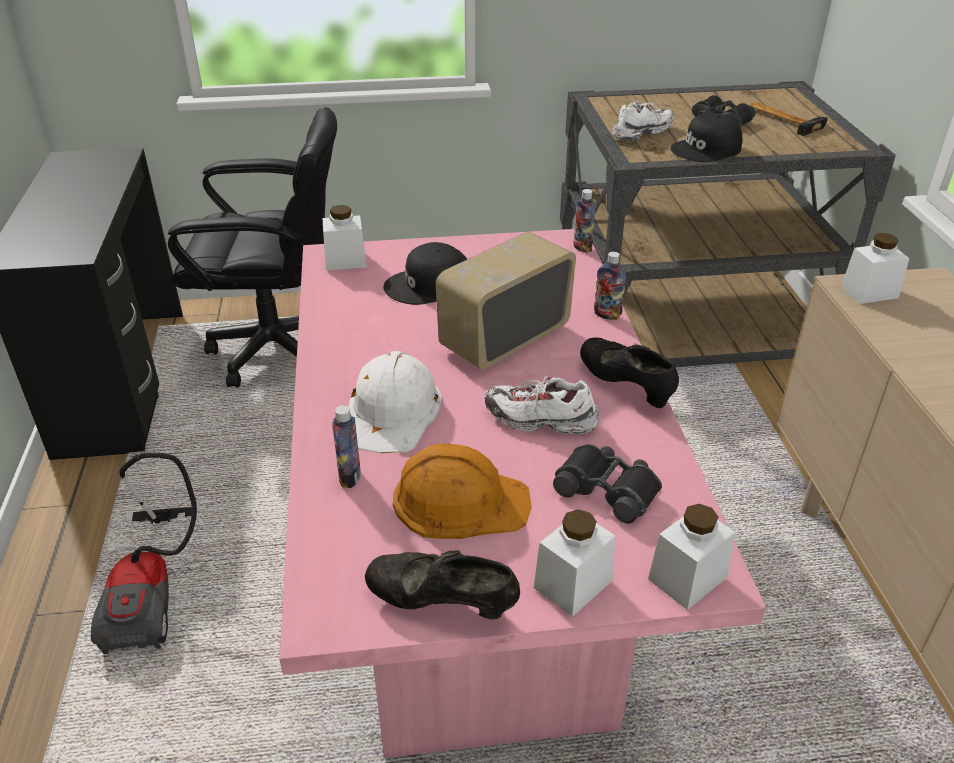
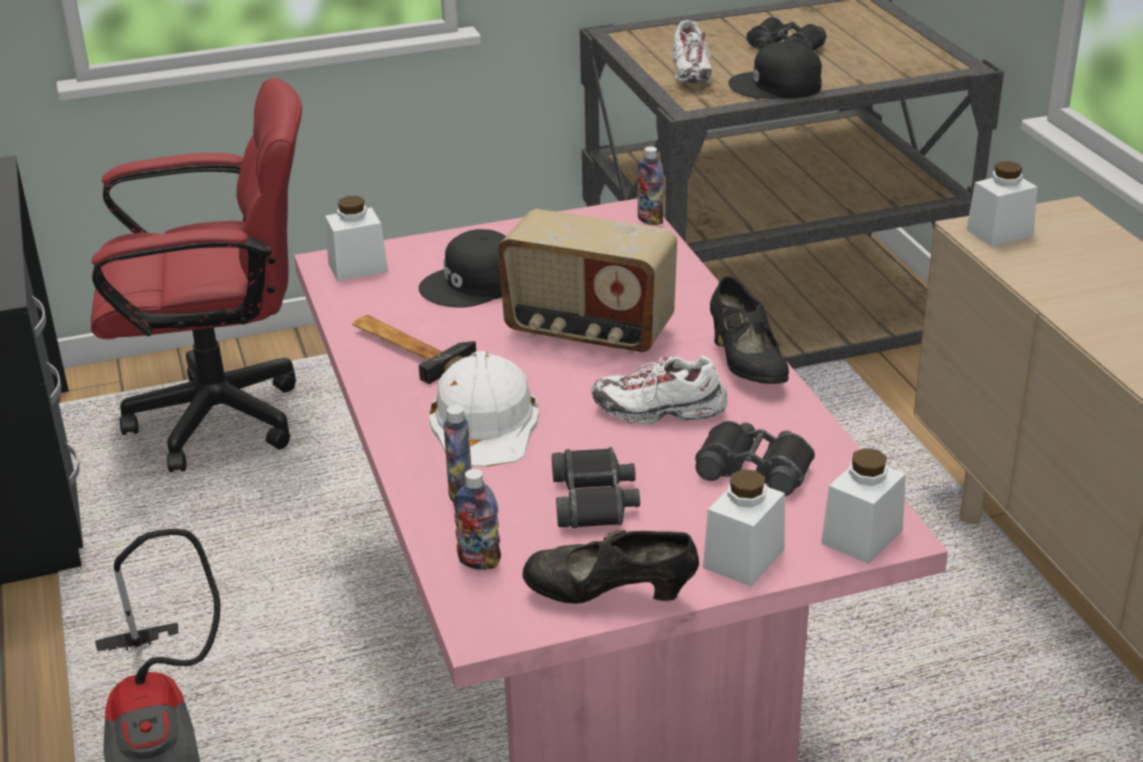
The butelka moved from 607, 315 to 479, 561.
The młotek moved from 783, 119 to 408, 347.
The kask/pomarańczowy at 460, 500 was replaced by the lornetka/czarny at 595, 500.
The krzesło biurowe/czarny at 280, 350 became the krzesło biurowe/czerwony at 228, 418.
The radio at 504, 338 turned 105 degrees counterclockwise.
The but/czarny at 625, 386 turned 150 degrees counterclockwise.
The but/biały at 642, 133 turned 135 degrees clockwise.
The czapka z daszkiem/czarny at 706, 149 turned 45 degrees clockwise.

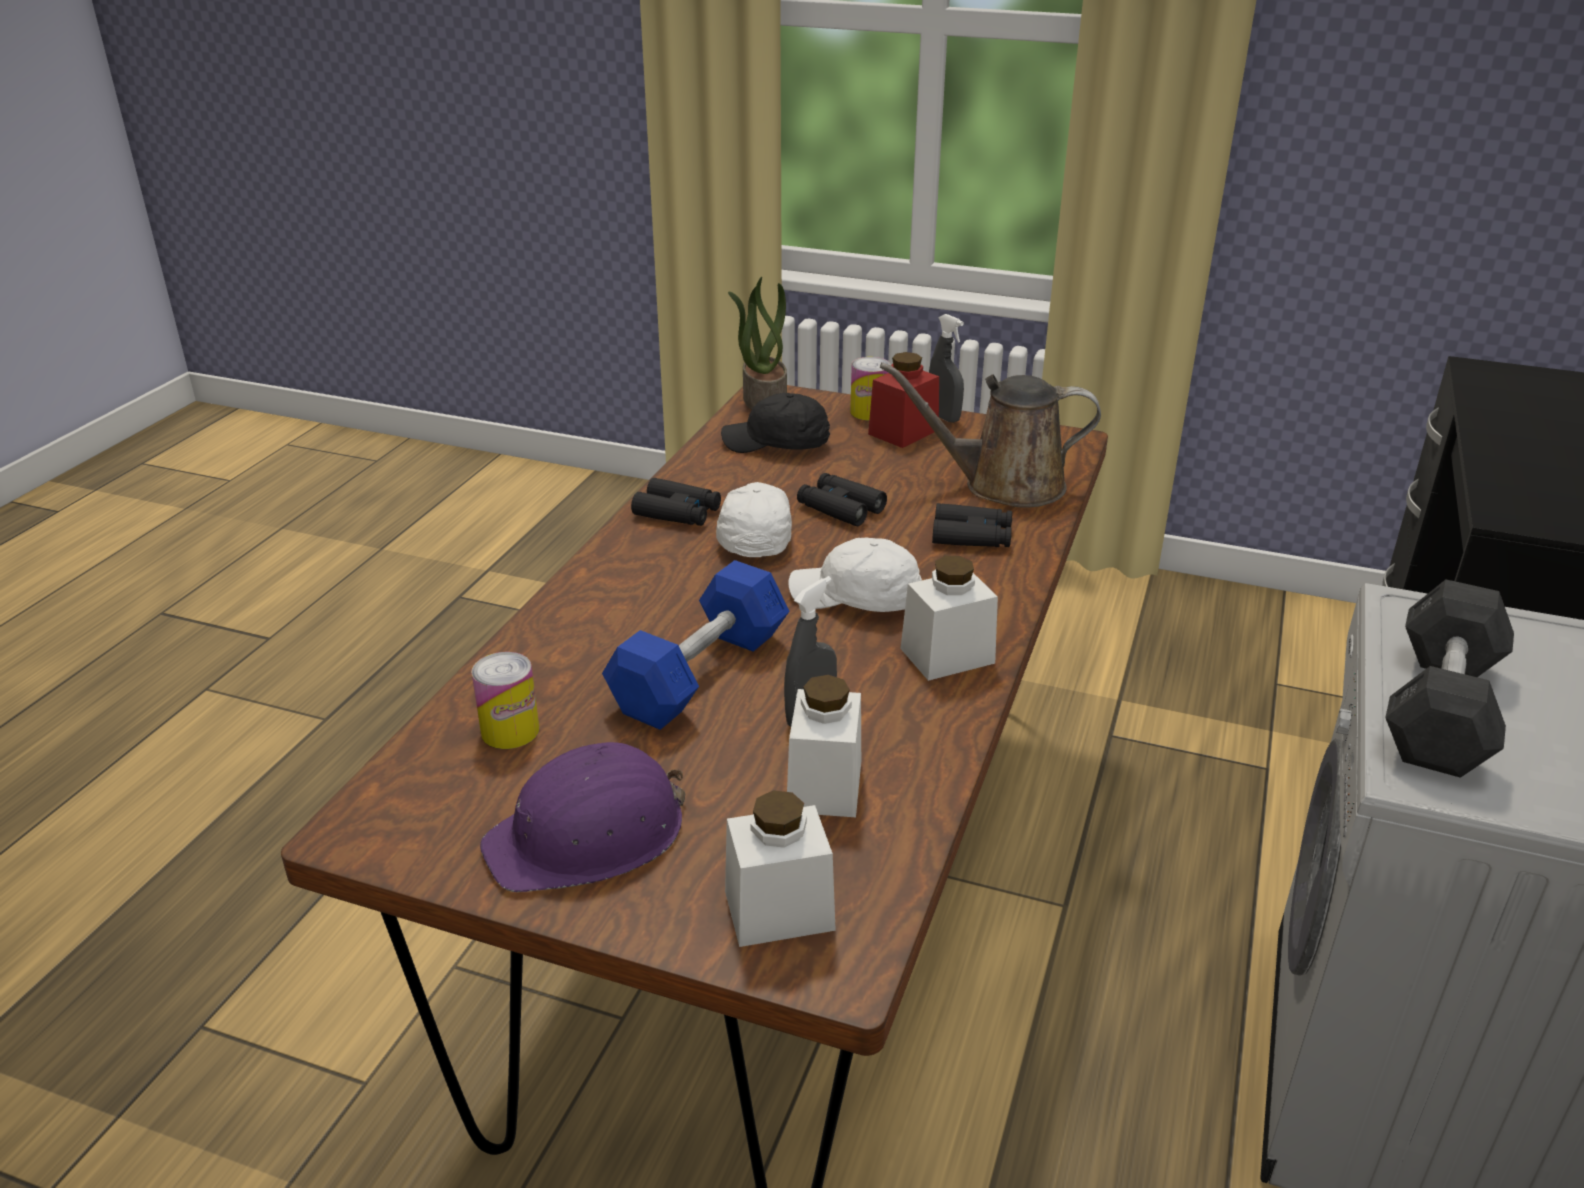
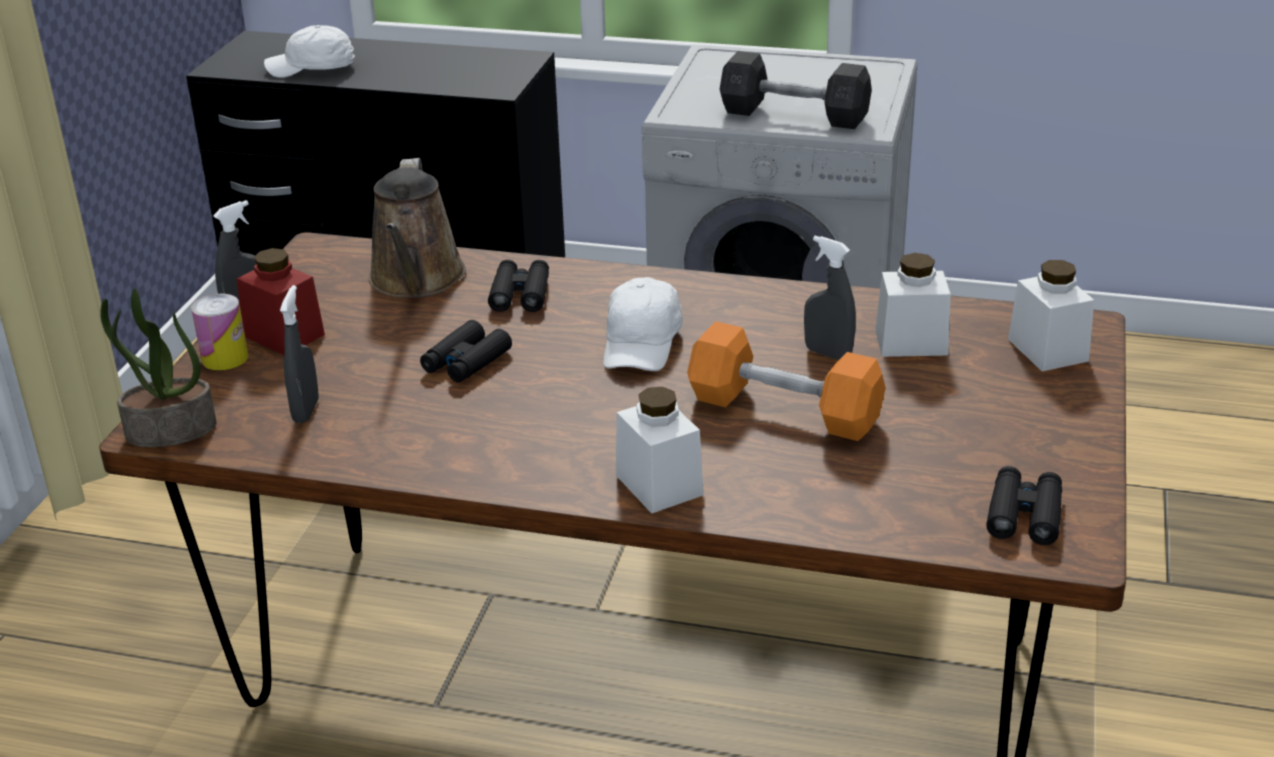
The puszka at 510, 731 disappeared.
The kask/fioletowy at 589, 836 disappeared.
The lornetka/czarny moved from 677, 512 to 1024, 515.
The czapka z daszkiem/biały moved from 756, 536 to 312, 69.
The słoik/biały moved from 947, 656 to 659, 485.
The czapka z daszkiem/czarny at 777, 444 was replaced by the spryskiwacz/szary at 306, 411.
The hantel/niebieski at 700, 673 became the hantel/pomarańczowy at 784, 410.

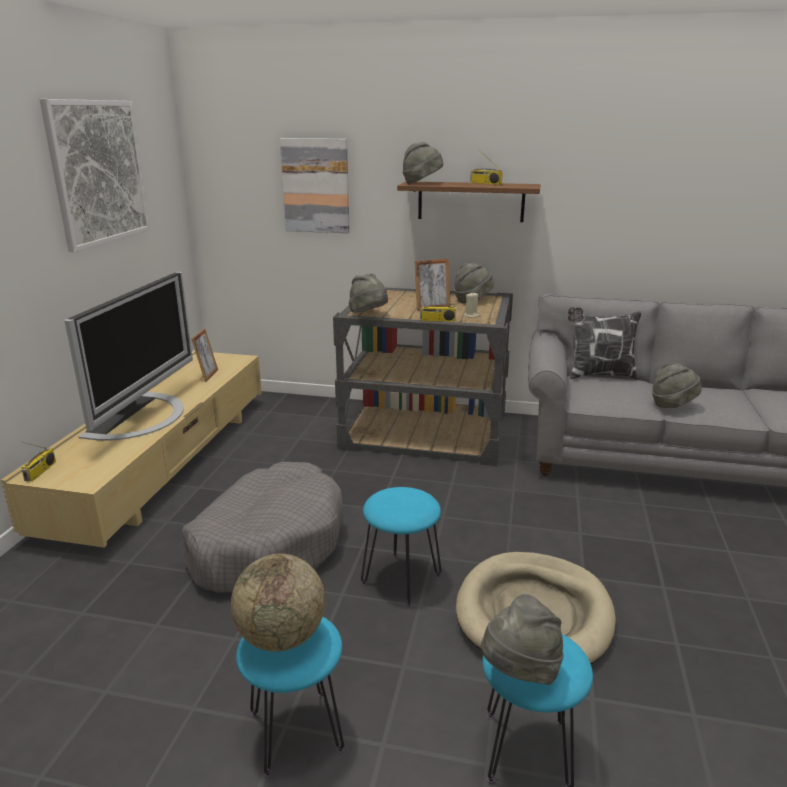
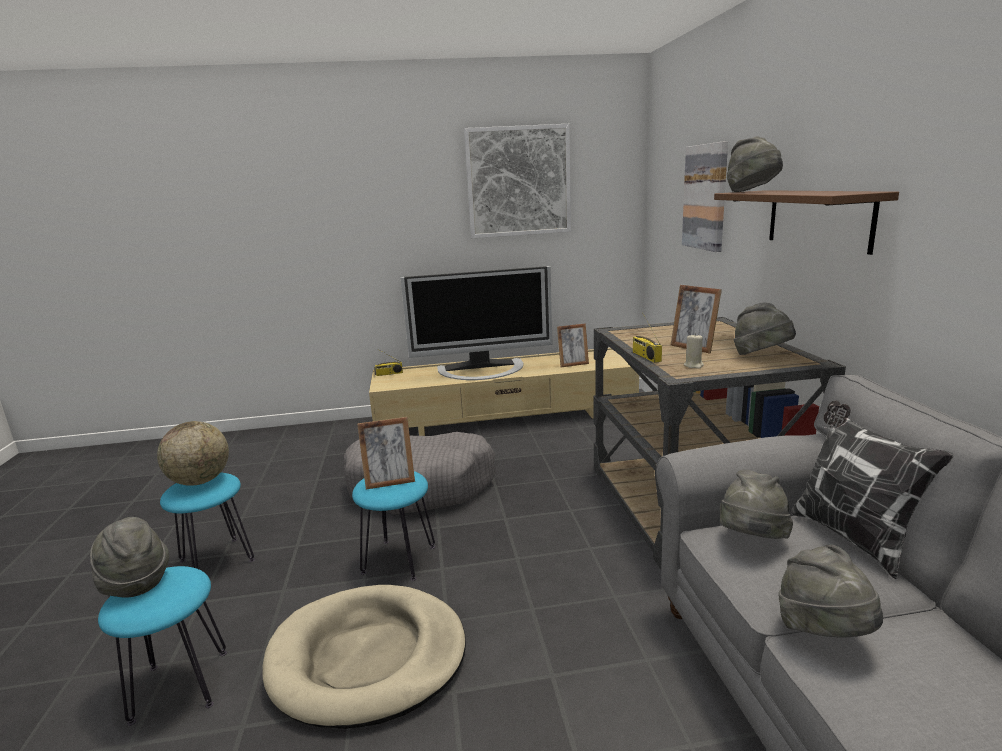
The radio at 485, 183 disappeared.
The ramka na zdjęcie at 390, 482 appeared.
The kapelusz/szary moved from 369, 315 to 751, 541.

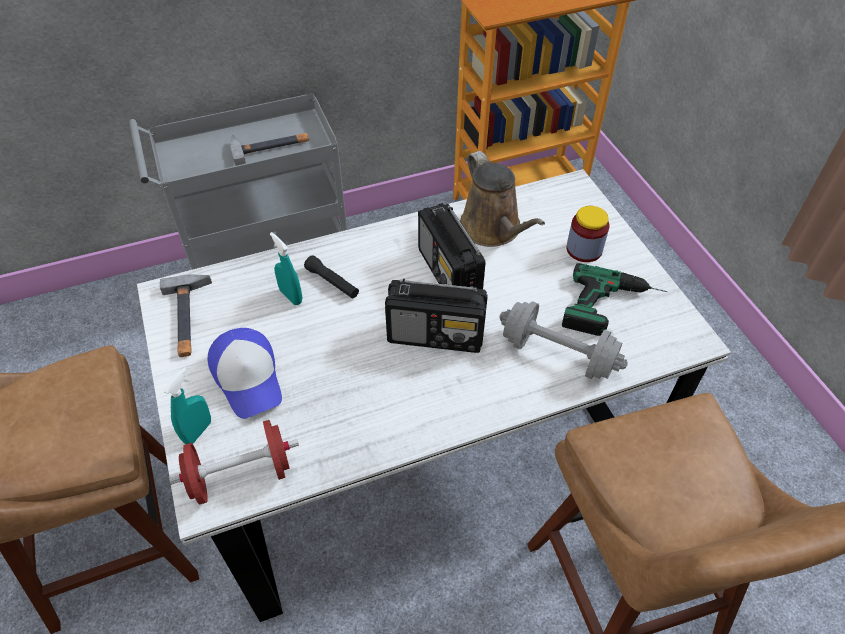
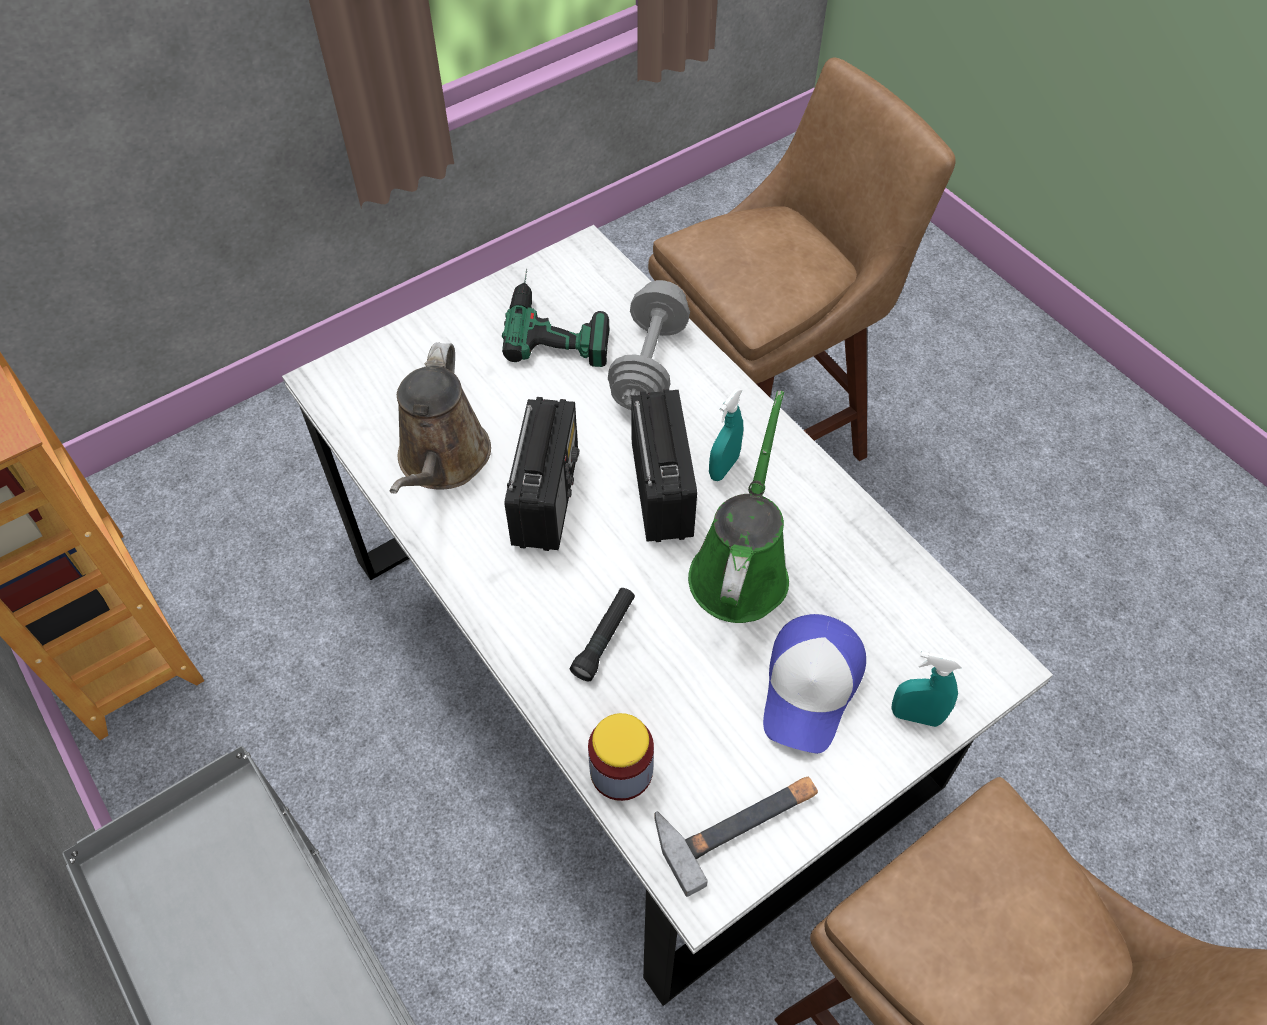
The hantel/czerwony at 241, 475 disappeared.
The młotek at 270, 146 disappeared.
The konewka/zielony at 741, 569 appeared.
The spryskiwacz/turkusowy moved from 291, 296 to 724, 467.
The słoik moved from 584, 249 to 621, 770.
The czapka z daszkiem at 248, 377 turned 150 degrees clockwise.
The radio at 449, 274 turned 45 degrees counterclockwise.
The konewka/brązowy at 493, 230 turned 135 degrees clockwise.

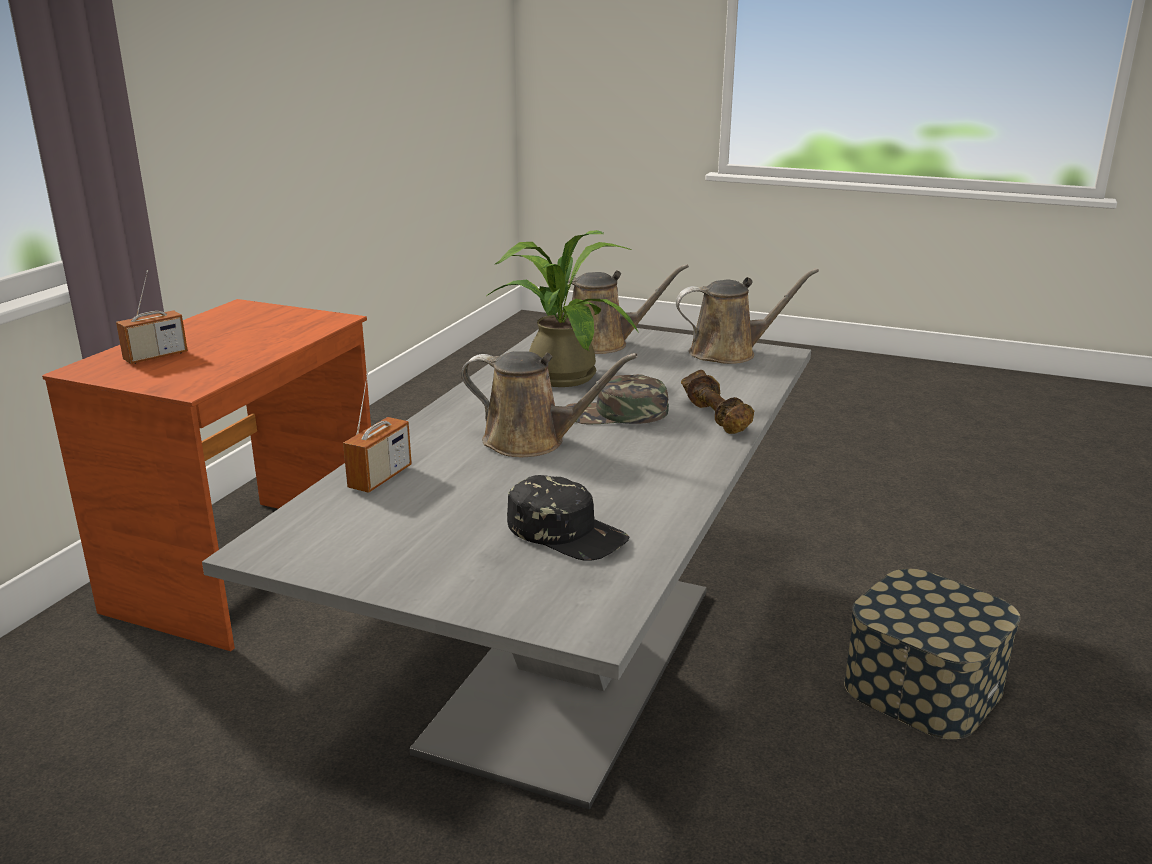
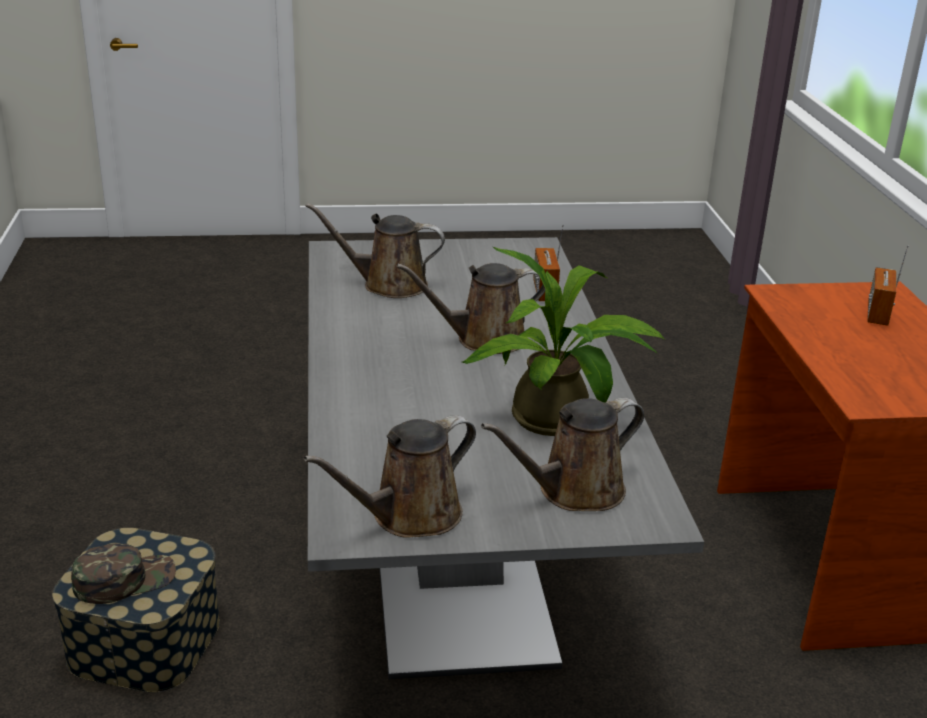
The hantel/brązowy at 716, 417 disappeared.
The czapka z daszkiem/zielony moved from 616, 414 to 124, 580.
The czapka z daszkiem/czarny at 567, 532 was replaced by the konewka/brązowy at 388, 285.

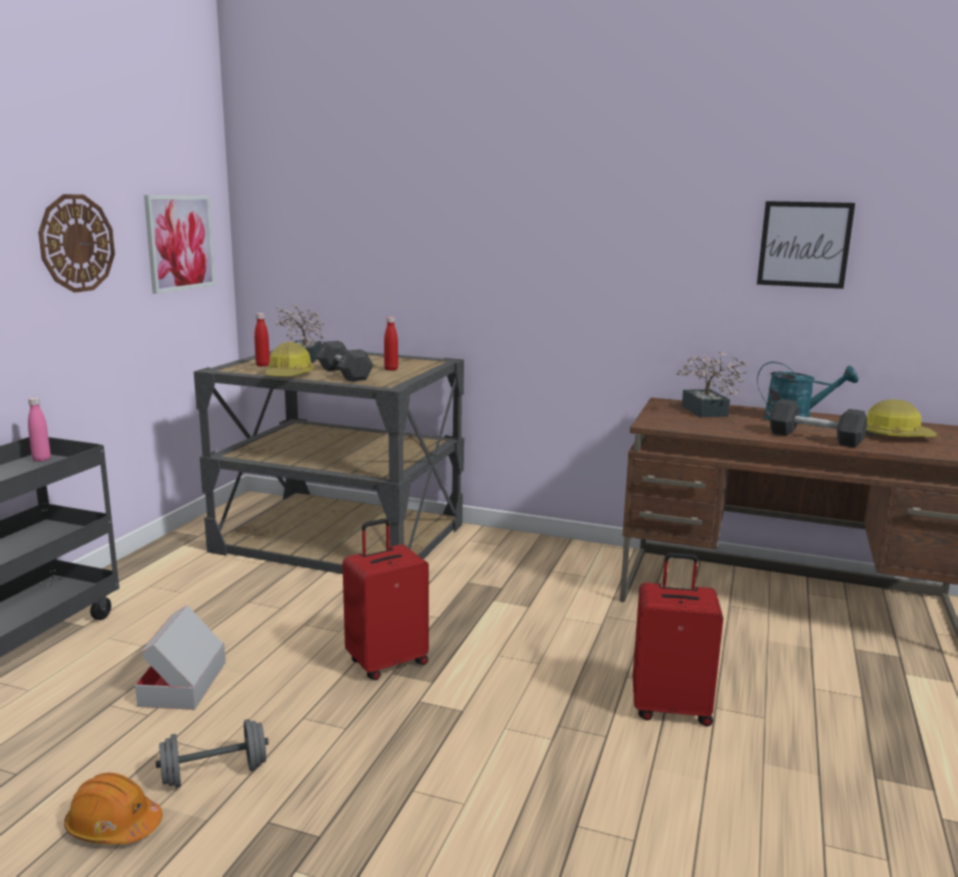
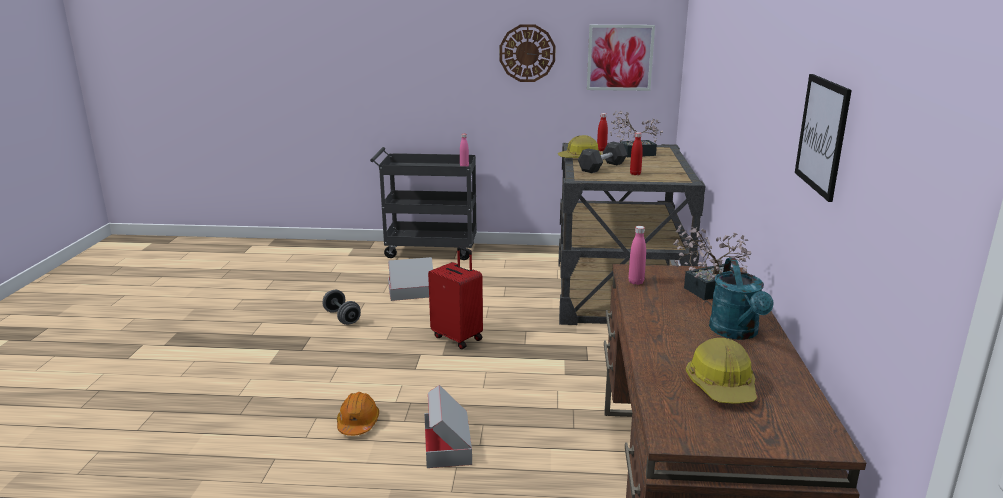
The hantel/szary at 815, 438 disappeared.
The butelka/różowy at 636, 282 appeared.
The kask/pomarańczowy moved from 113, 826 to 358, 423.
The walizka/czerwony at 671, 708 was replaced by the karton at 447, 446.

